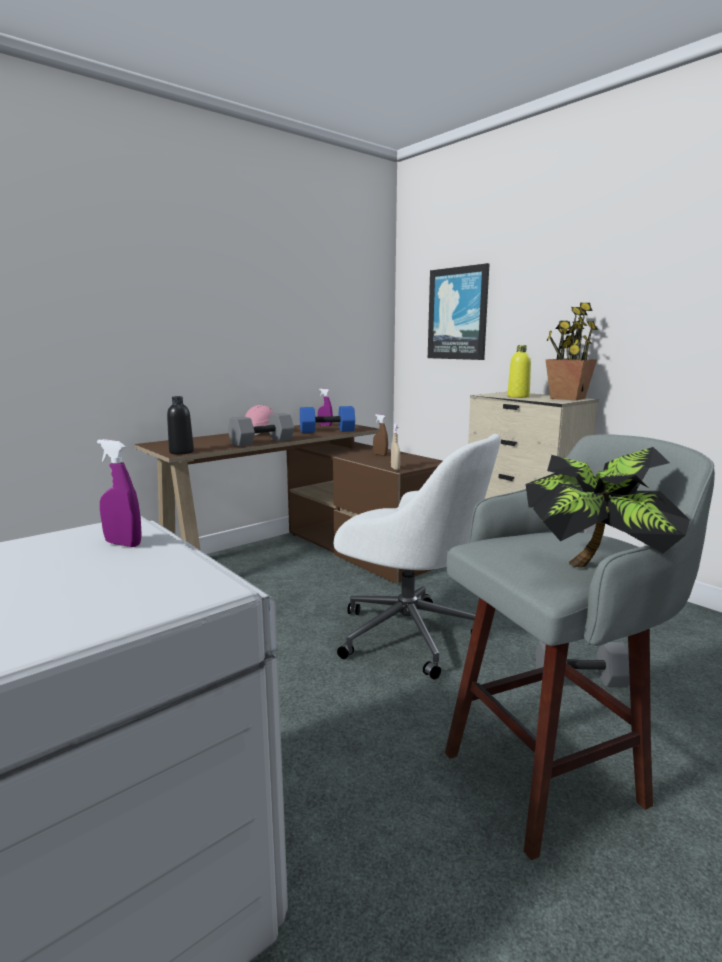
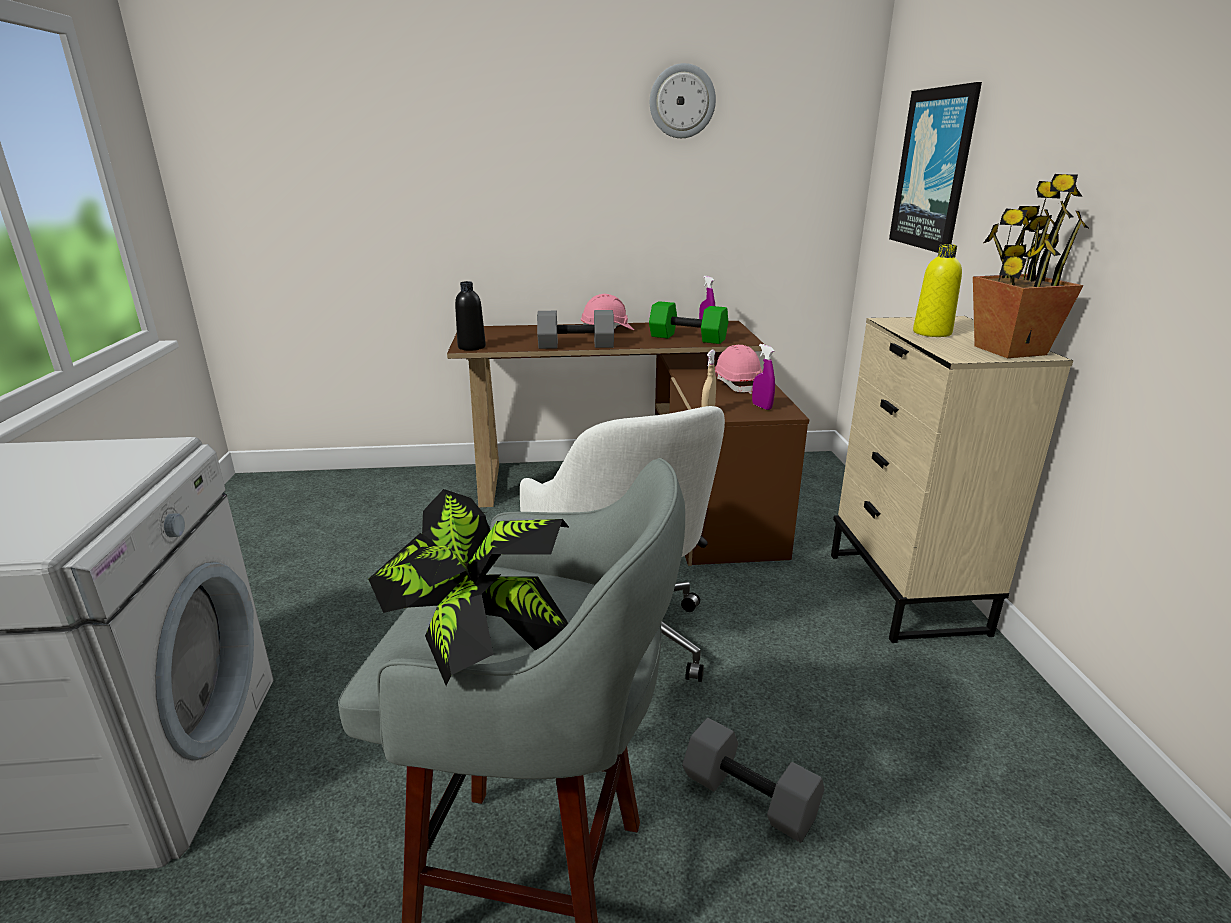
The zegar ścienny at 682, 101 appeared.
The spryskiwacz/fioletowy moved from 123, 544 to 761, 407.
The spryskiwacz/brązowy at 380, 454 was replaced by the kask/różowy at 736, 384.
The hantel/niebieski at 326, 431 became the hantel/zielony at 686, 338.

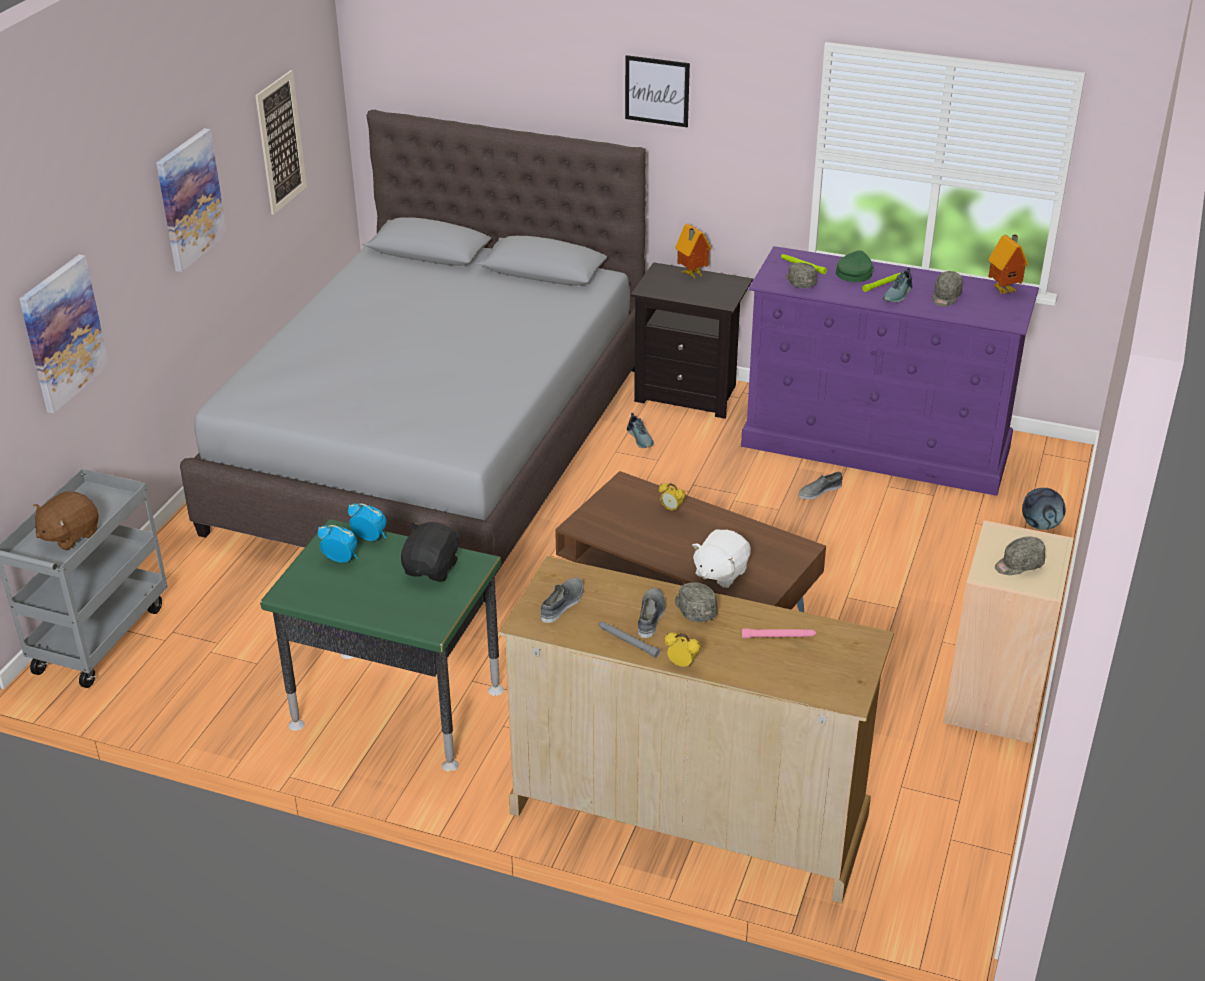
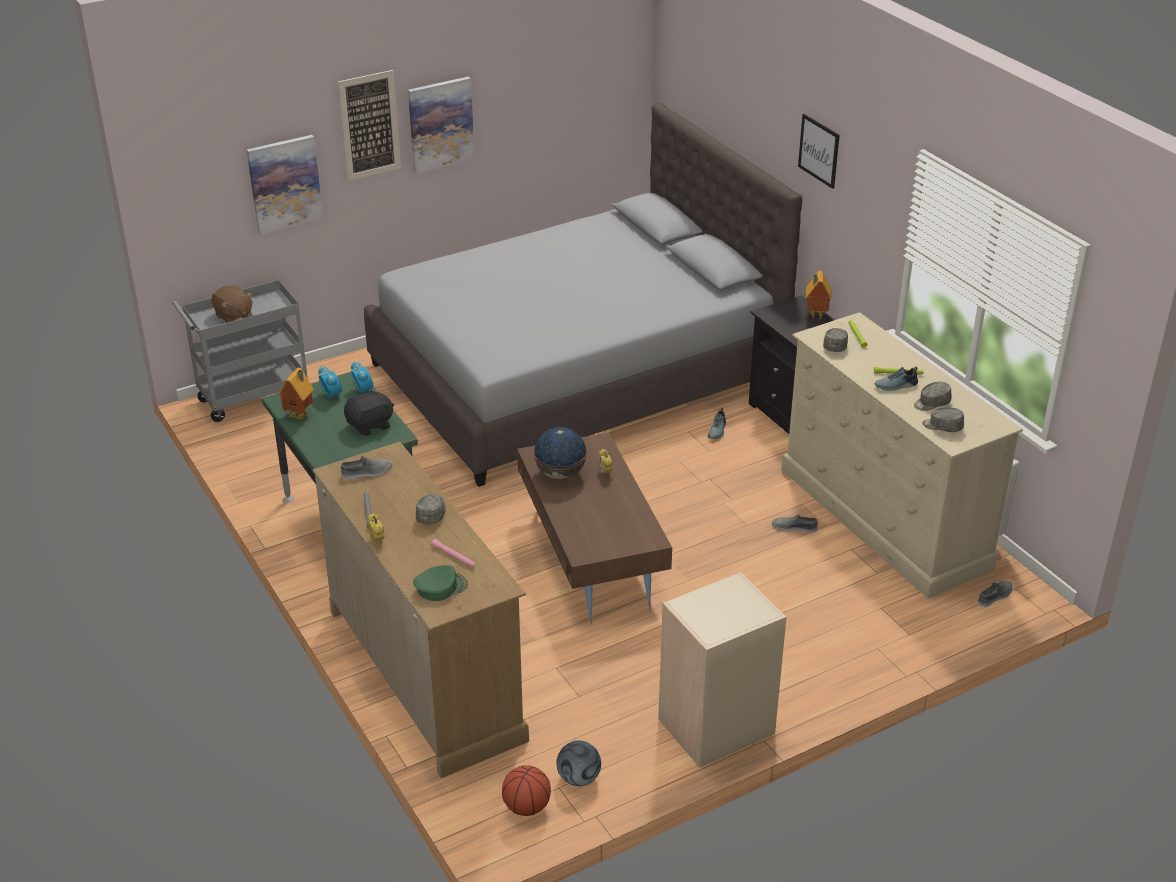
The pluszak/biały at 720, 573 disappeared.
The piłka do koszykówki at 526, 807 appeared.
The globus at 560, 473 appeared.
The obraz moved from 281, 142 to 369, 125.
The but/szary moved from 651, 616 to 995, 596.
The czapka z daszkiem/zielony moved from 854, 272 to 440, 587.
The domek moved from 1004, 290 to 300, 415.
The czapka z daszkiem/szary moved from 1018, 565 to 942, 426.
The piłka futbolowa moved from 1040, 525 to 578, 778.
The komoda/fioletowy at 876, 447 became the komoda/beżowy at 883, 518.
The pluszak/brązowy at 69, 535 turned 120 degrees counterclockwise.

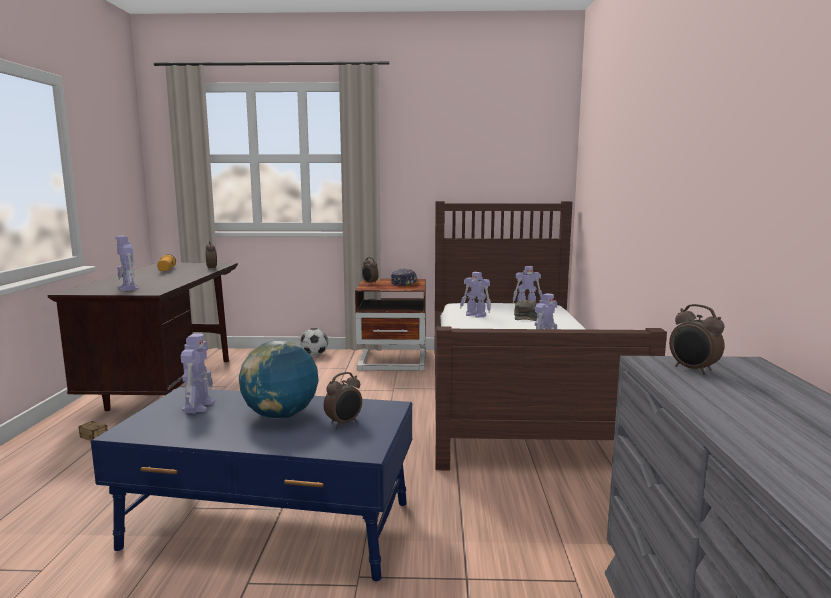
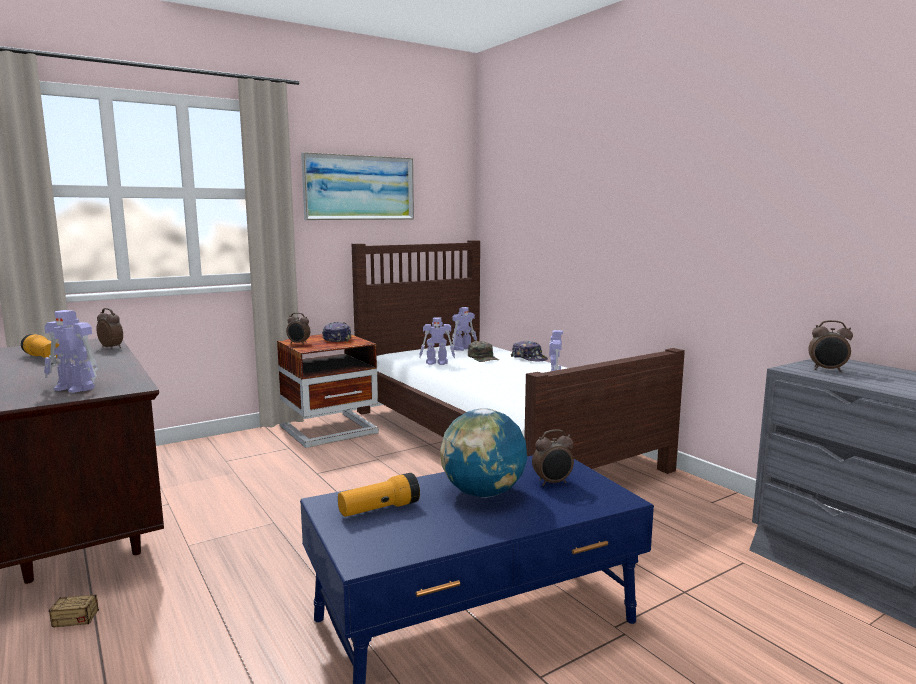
The piłka futbolowa at 314, 355 disappeared.
The obraz at 359, 188 appeared.
The czapka z daszkiem at 529, 358 appeared.
The robot zabawkowy at 199, 406 was replaced by the latarka at 379, 509.
The budzik at 344, 423 turned 60 degrees clockwise.

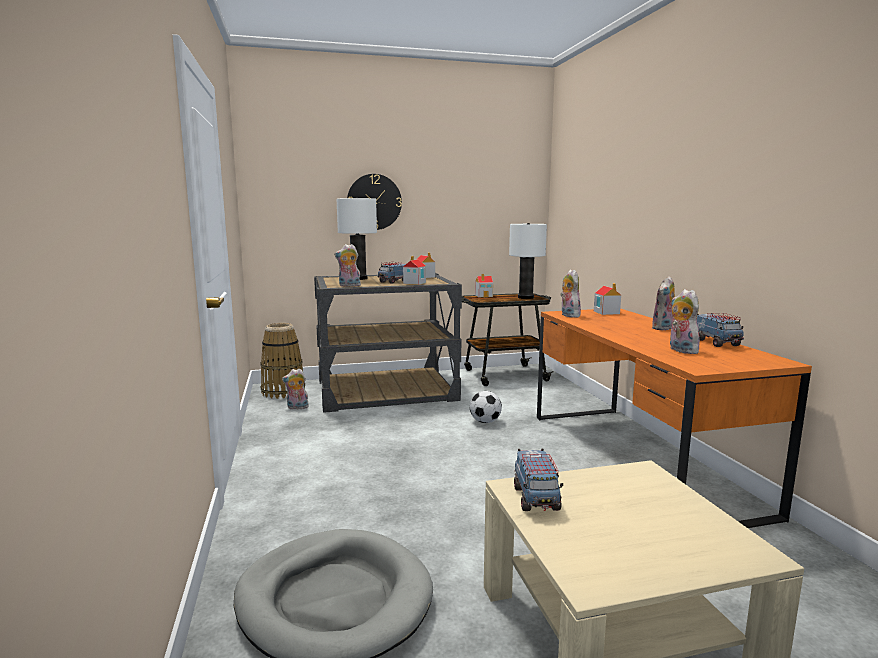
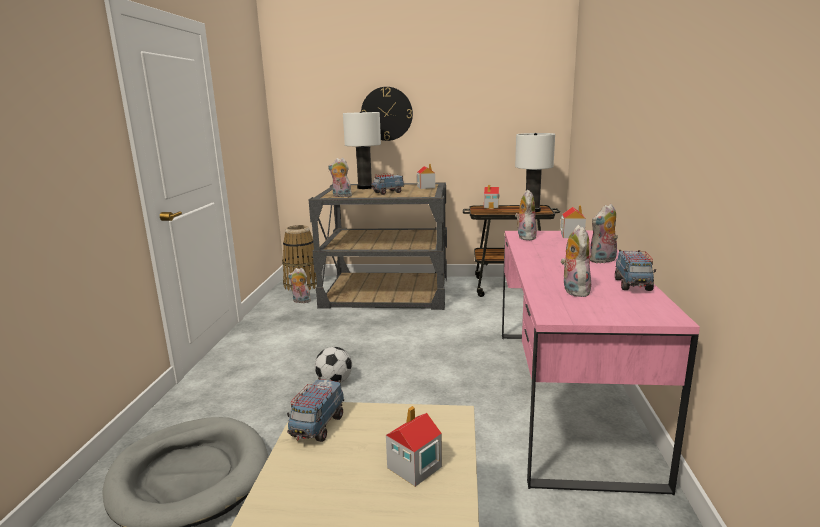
The domek moved from 414, 283 to 414, 467.
The piłka futbolowa moved from 485, 421 to 334, 382.
The biurko/pomarańczowy at 636, 459 became the biurko/różowy at 565, 395.

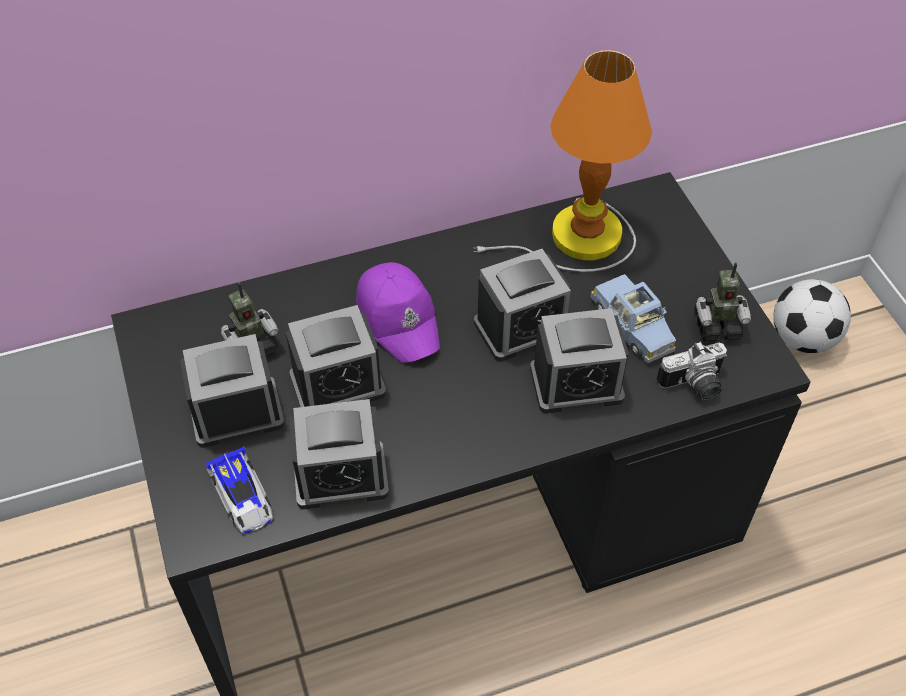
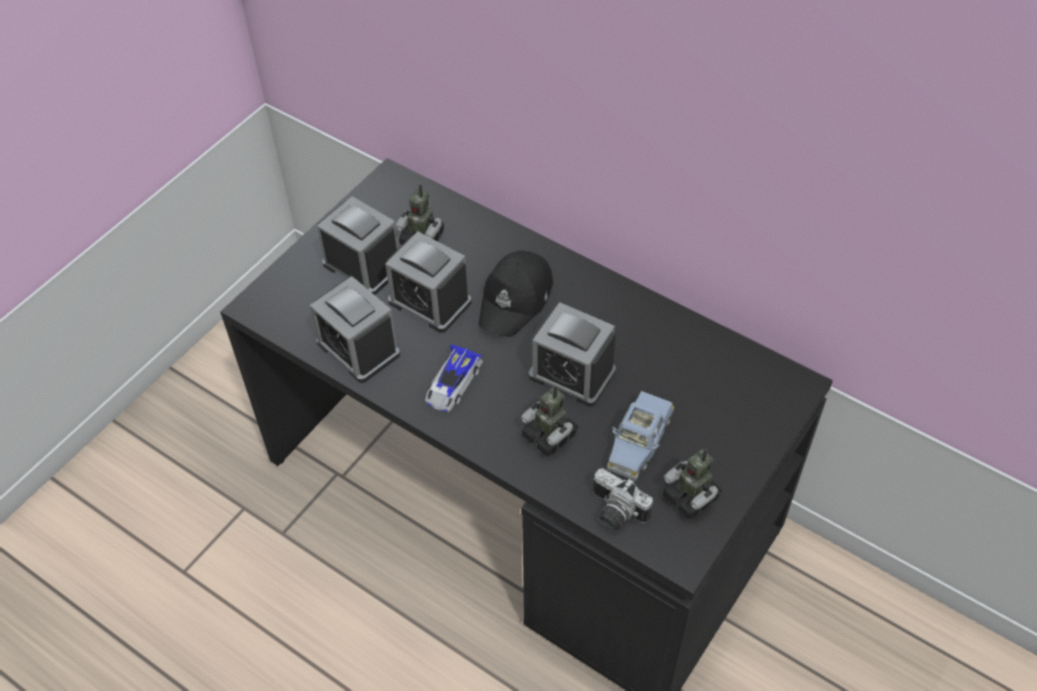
The lampa stołowa at 579, 239 disappeared.
The piłka futbolowa at 802, 338 disappeared.
The samochodzik moved from 242, 496 to 452, 383.
The budzik at 576, 384 was replaced by the robot zabawkowy at 549, 436.
The czapka z daszkiem/fioletowy at 399, 318 became the czapka z daszkiem/czarny at 516, 300.

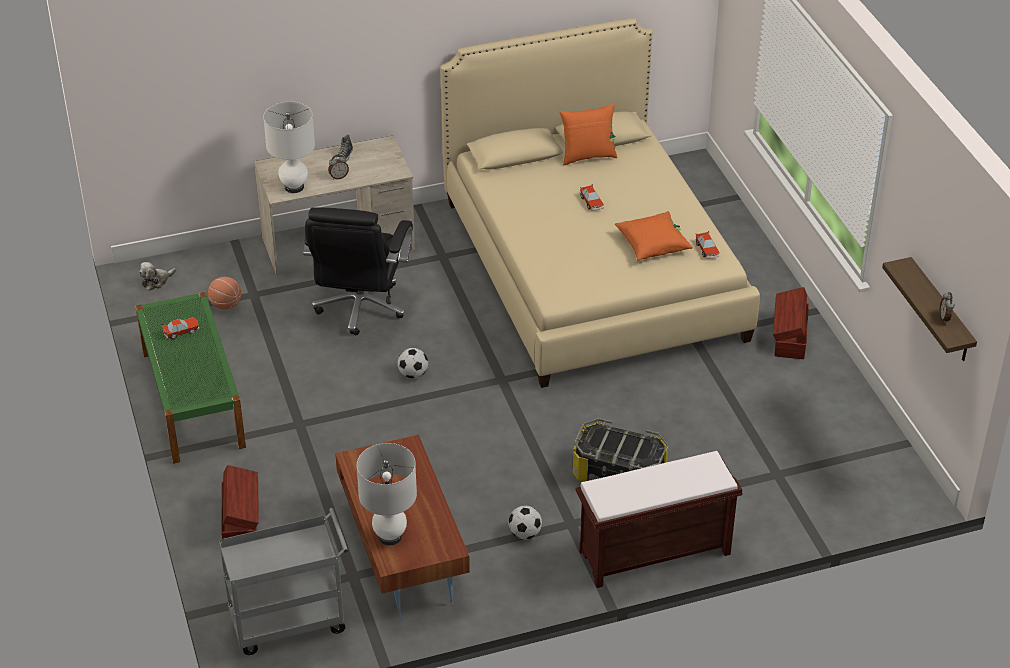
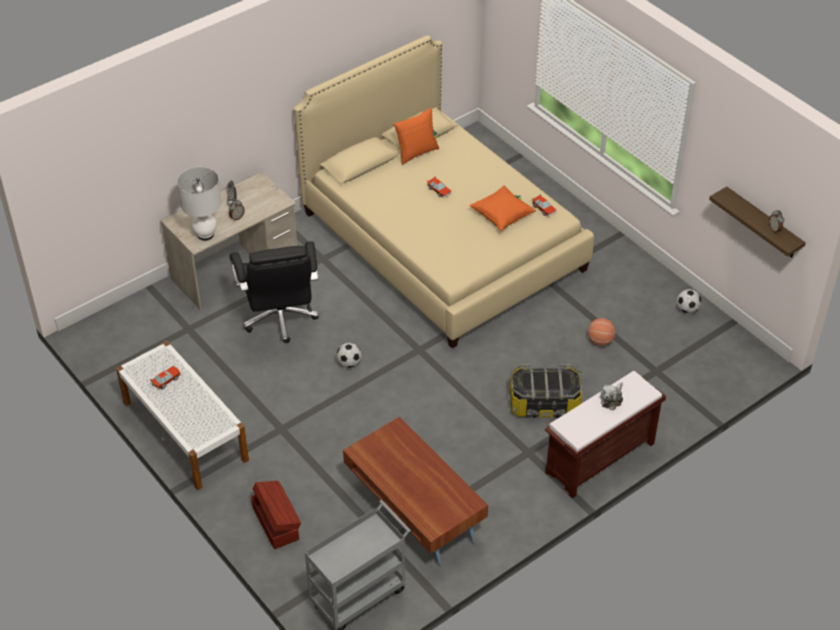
The lampa stołowa/biały at 390, 537 disappeared.
The pojemnik do przechowywania/brązowy at 789, 337 disappeared.
The pluszak moved from 156, 281 to 612, 399.
The piłka do koszykówki moved from 226, 305 to 600, 341.
The piłka futbolowa moved from 525, 534 to 687, 309.
The ławka/zielony at 192, 399 became the ławka/biały at 184, 431.

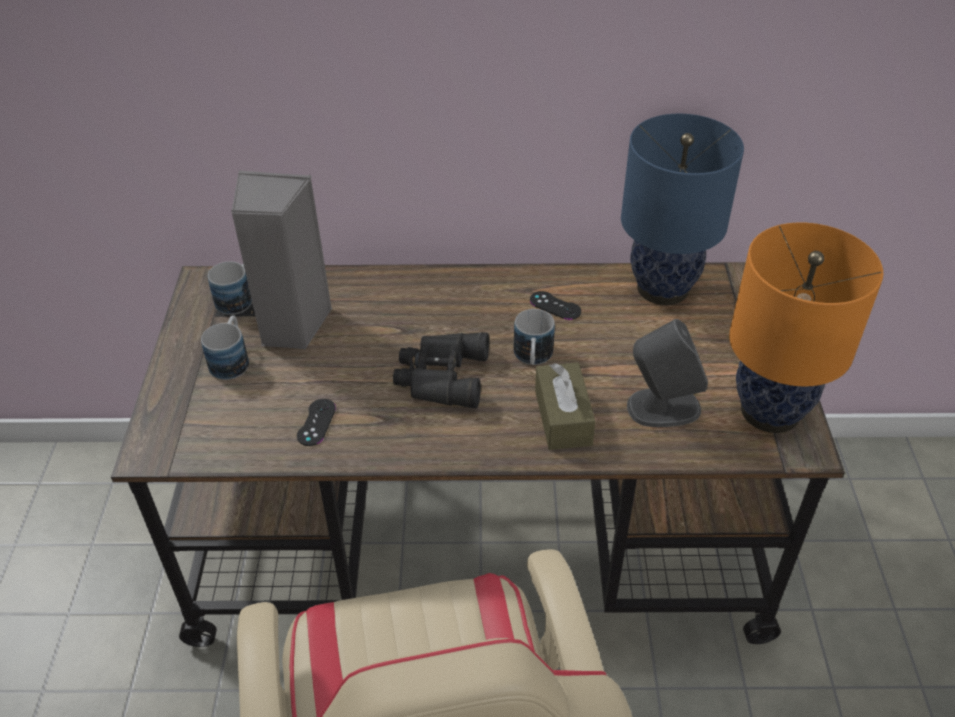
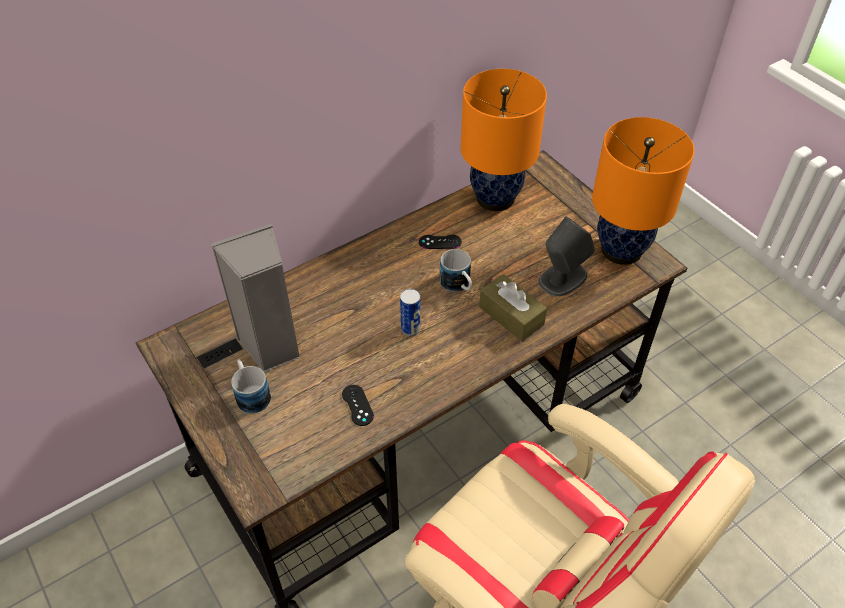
The kubek at 240, 298 disappeared.
The lornetka/czarny at 440, 376 was replaced by the puszka at 410, 329.
The lampa stołowa/niebieski at 662, 288 became the lampa stołowa/pomarańczowy at 495, 198.

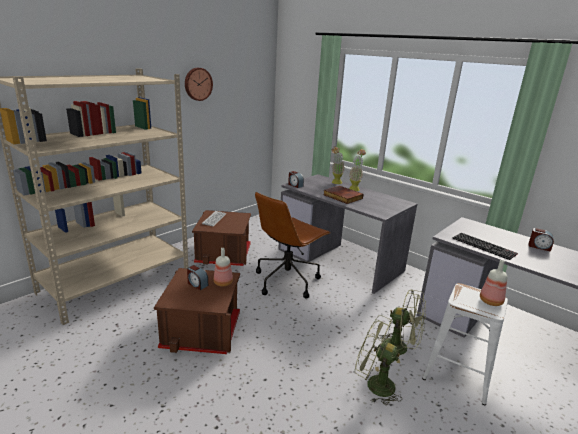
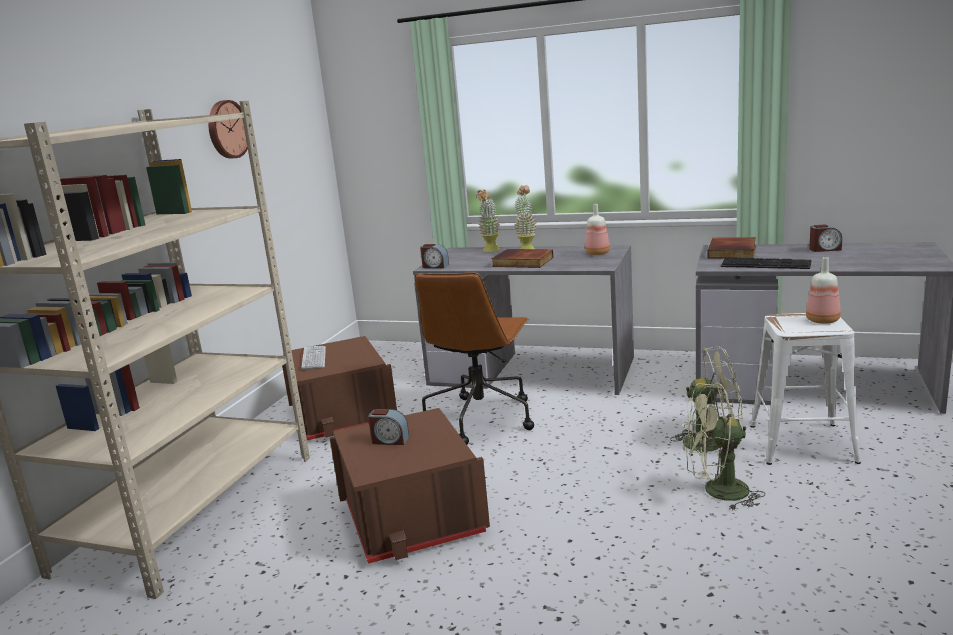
The książka at 733, 252 appeared.
The butelka moved from 223, 282 to 597, 253.

